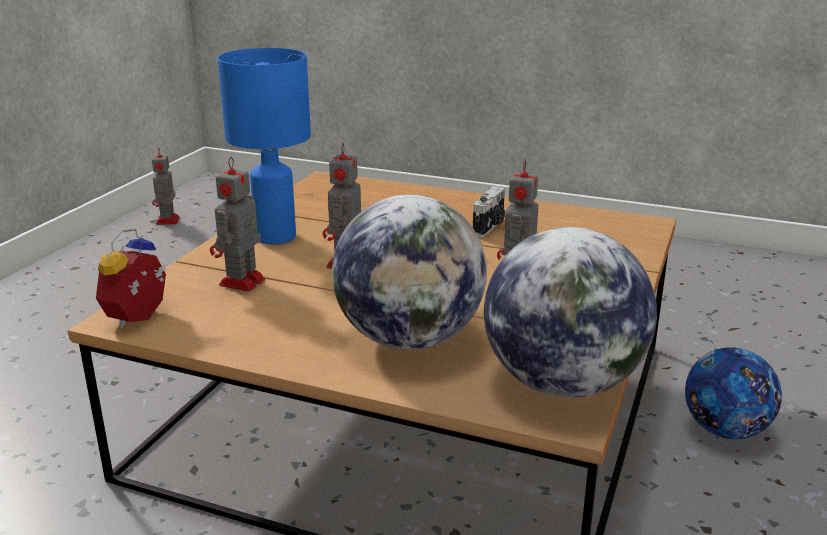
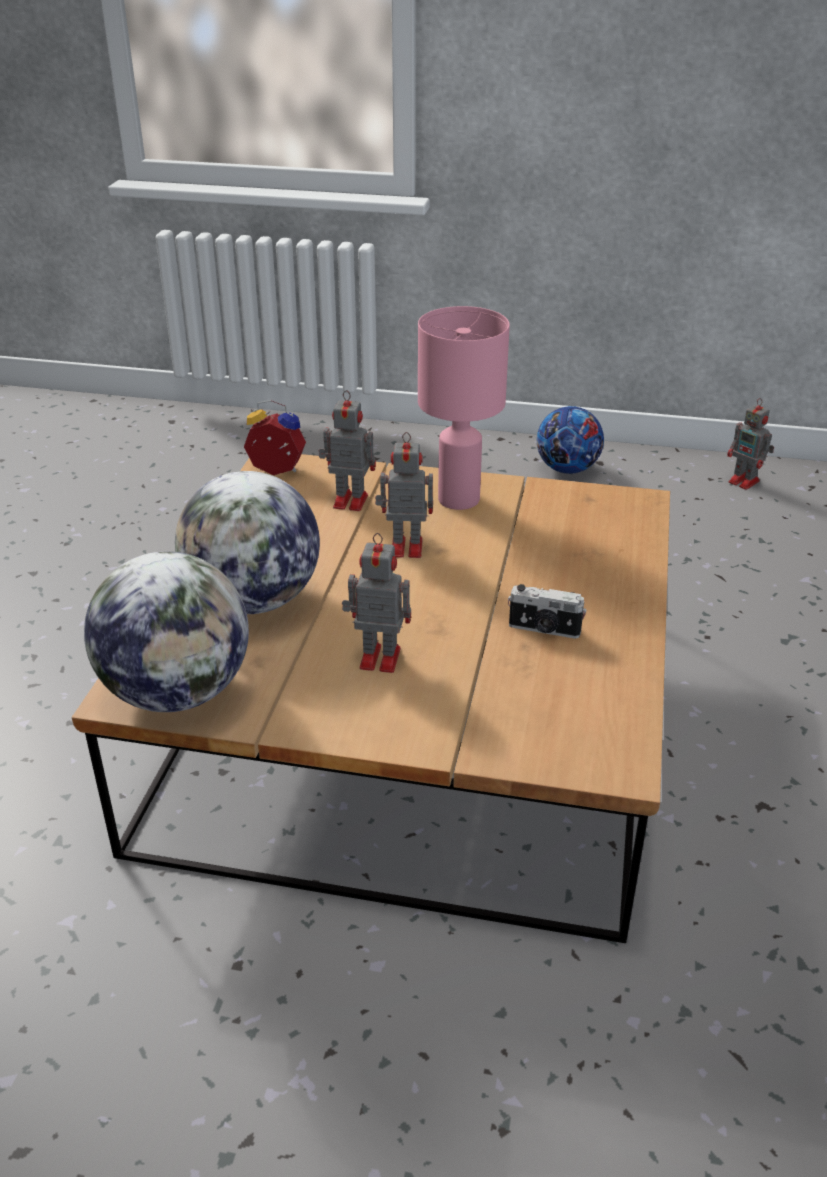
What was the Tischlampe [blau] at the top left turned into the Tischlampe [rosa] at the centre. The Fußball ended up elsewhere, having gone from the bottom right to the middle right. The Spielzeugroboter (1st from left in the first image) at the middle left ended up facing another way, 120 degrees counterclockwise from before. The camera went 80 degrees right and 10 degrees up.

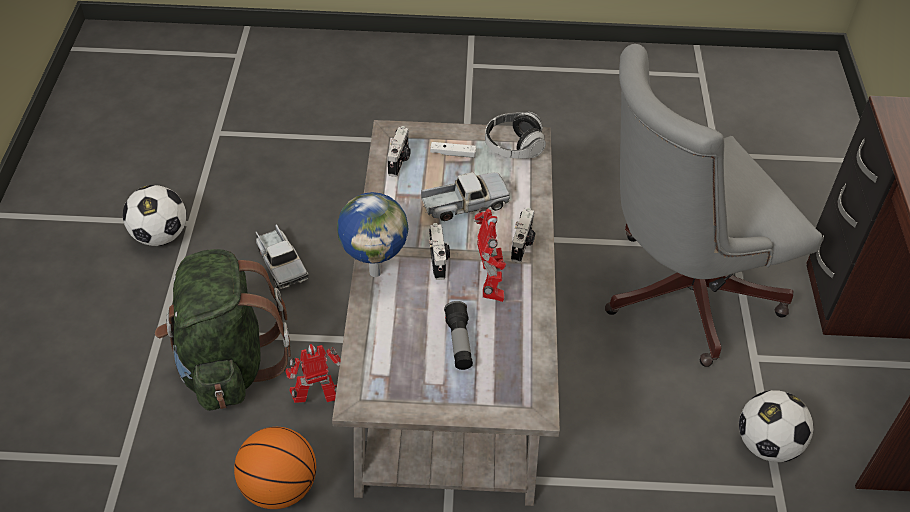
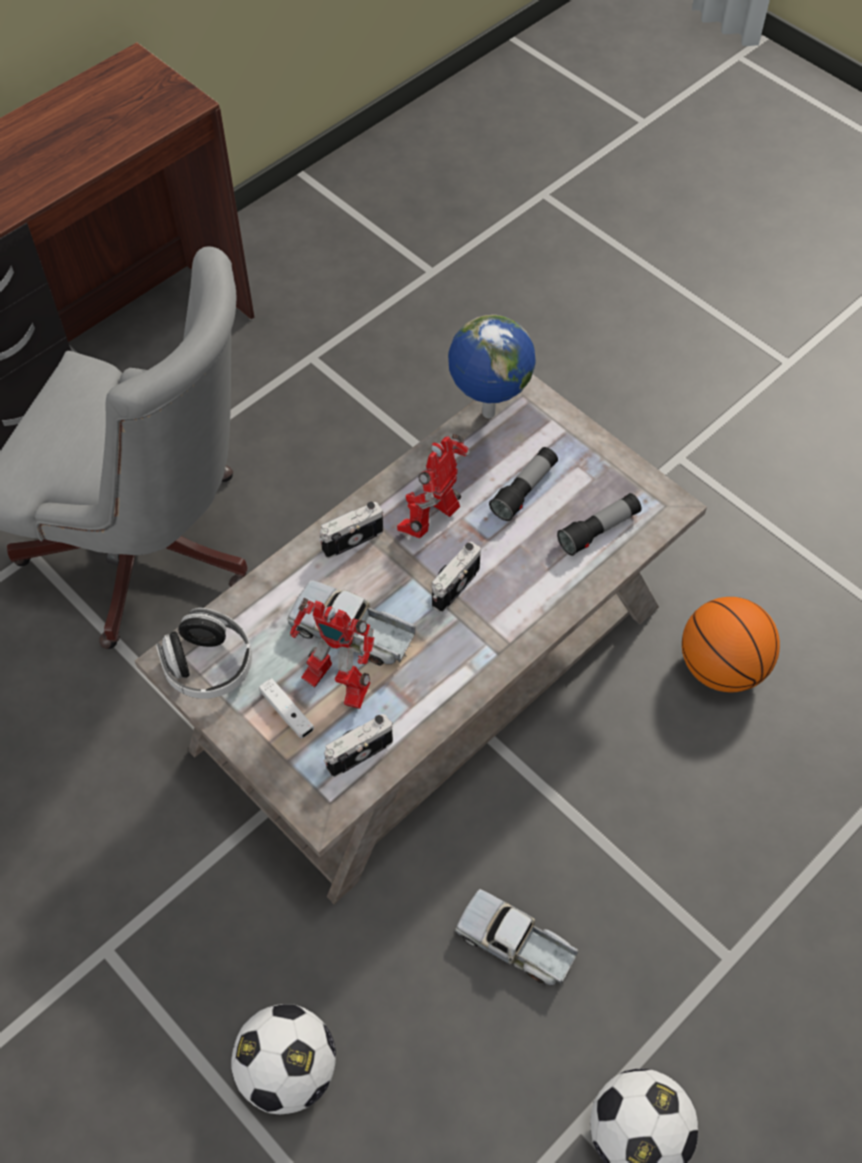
The Fußball (2nd from left in the first image) ended up elsewhere, having gone from the bottom right to the bottom left. The Spielzeugroboter (1st from left) ended up elsewhere, having gone from the bottom centre to the centre. The Globus ended up elsewhere, having gone from the centre to the top centre. The Spielzeuglaster (1st from left in the first image) at the middle left ended up facing another way, 75 degrees counterclockwise from before. The second view gained the Taschenlampe (2nd from left) at the middle right. The second view lost the Rucksack [grün] at the middle left. The camera went 135 degrees left and 10 degrees up.

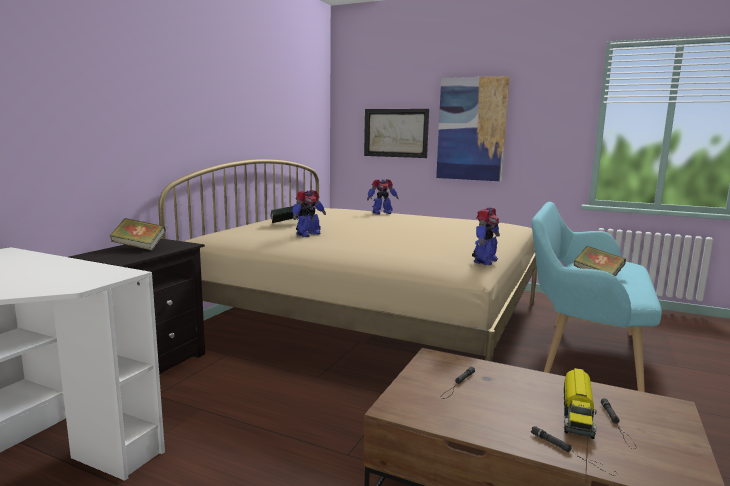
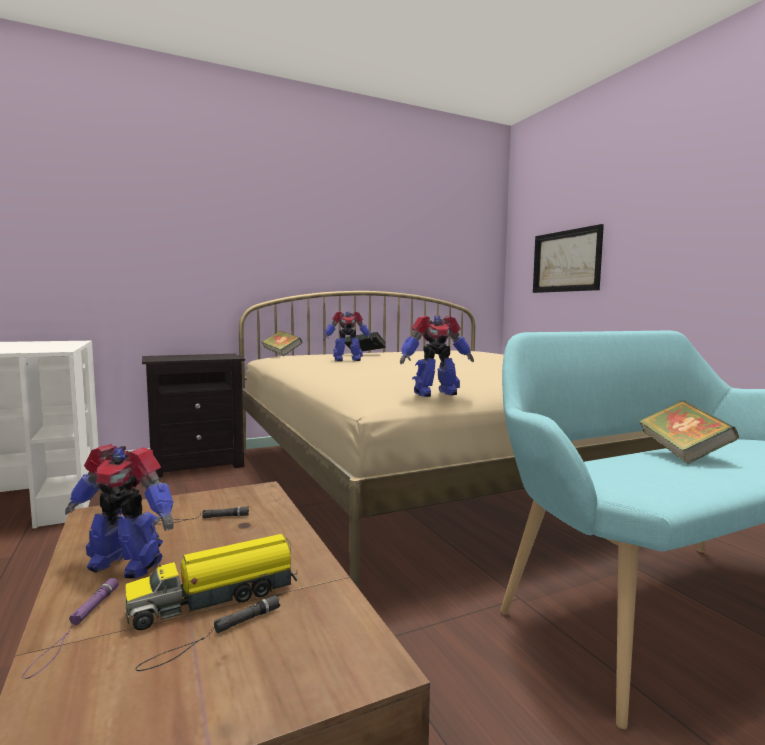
What was the Taschenlampe [schwarz] (2nd from left) at the bottom right turned into the Taschenlampe [lila] at the bottom left. The Spielzeugroboter (2nd from left in the first image) ended up elsewhere, having gone from the centre to the bottom left. The Buch (1st from left) ended up elsewhere, having gone from the middle left to the centre. The second view lost the Bild (2nd from left) at the top centre. The camera went 40 degrees right and 5 degrees down.

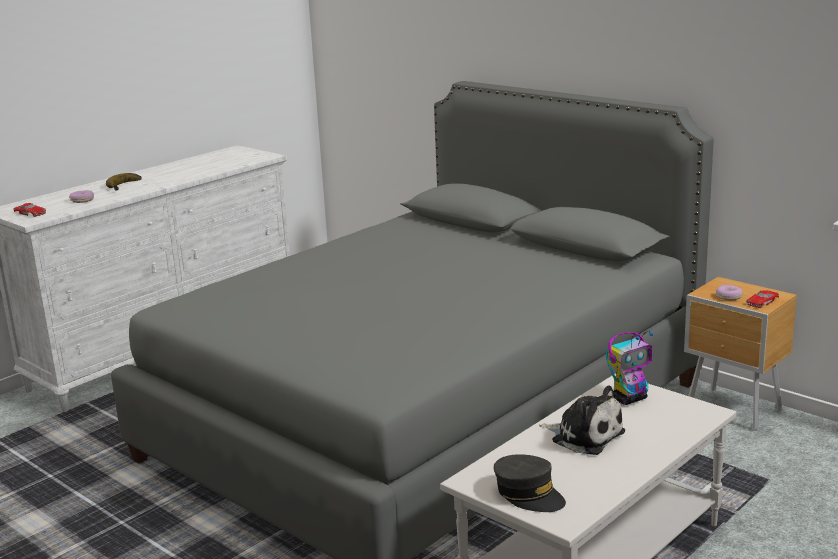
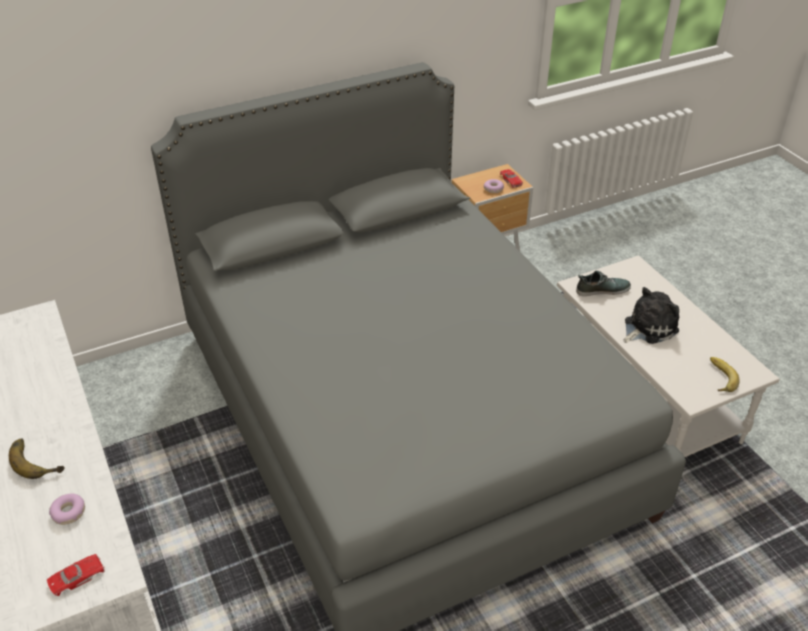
Where the Spielzeugroboter stood at the middle right, the Schuh came to stand at the middle right. Where the Kappe [grau] stood at the bottom centre, the Banane (2nd from left) came to stand at the middle right. The camera went 70 degrees left and 20 degrees up.

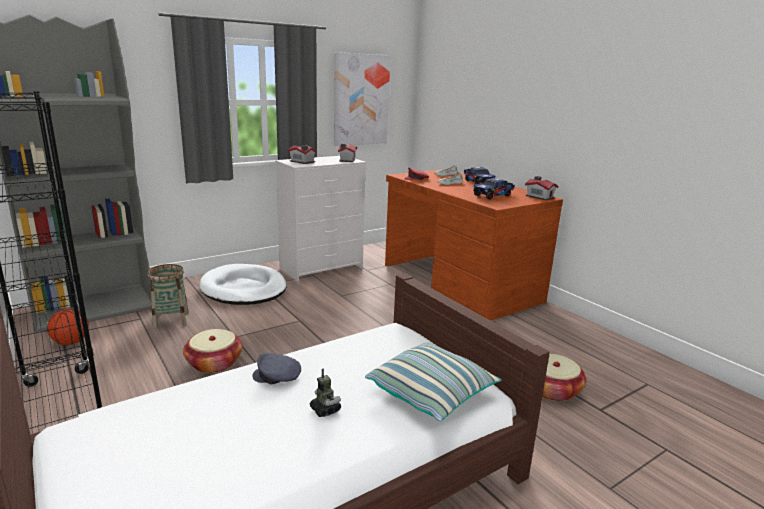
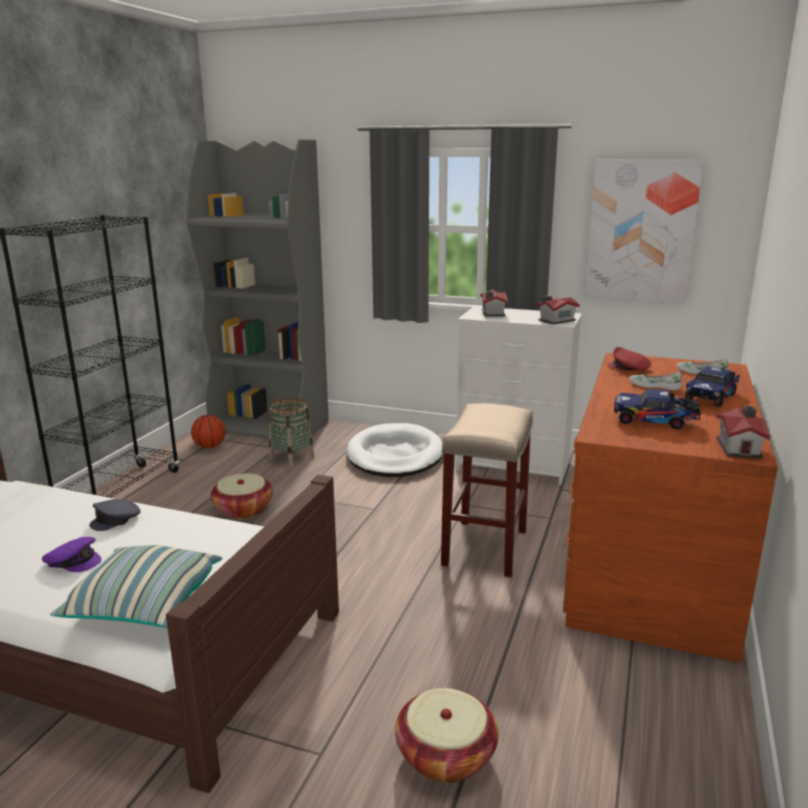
Where the Spielzeugroboter stood at the bottom centre, the Kappe [lila] came to stand at the bottom left. The Kappe [grau] at the bottom centre ended up facing another way, 105 degrees counterclockwise from before. The second view gained the Hocker [beige] at the centre. The camera went 55 degrees right and 0 degrees up.

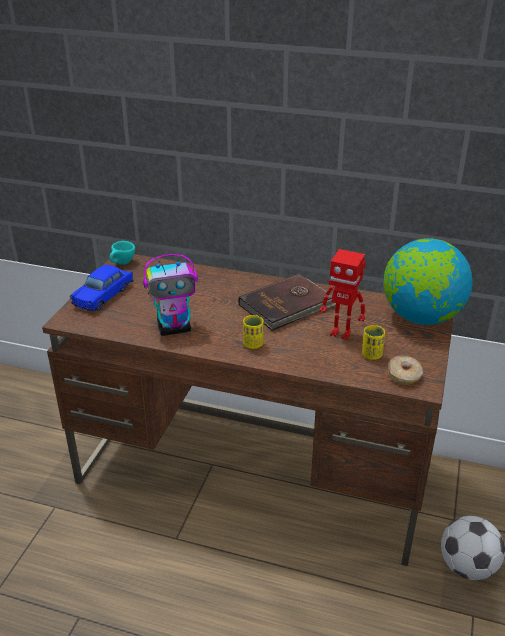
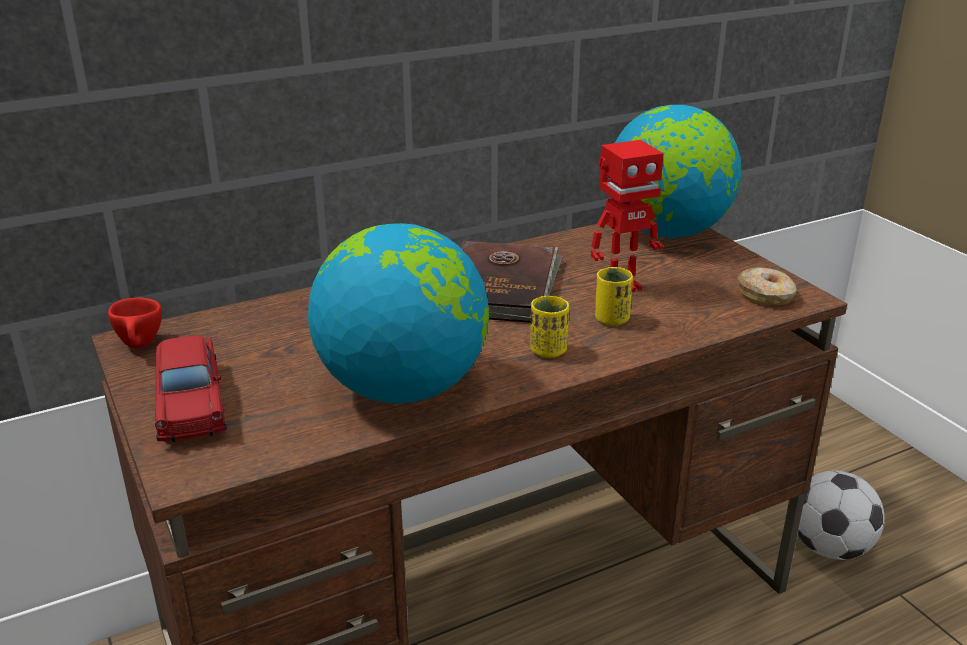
What was the Tasse [türkis] at the middle left turned into the Tasse [rot] at the middle left. What was the Spielzeugauto [blau] at the middle left turned into the Spielzeugauto [rot] at the middle left. Where the Spielzeugroboter (1st from left) stood at the centre, the Globus (1st from left) came to stand at the centre. The Tasse [gelb] (2nd from left) ended up elsewhere, having gone from the middle right to the centre. The camera went 45 degrees left and 5 degrees down.

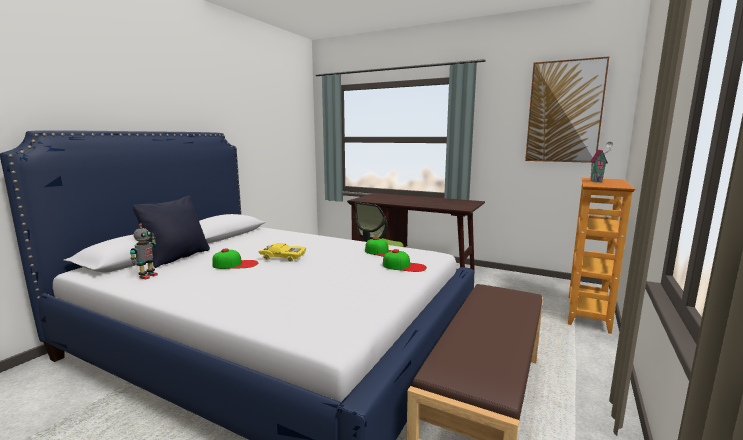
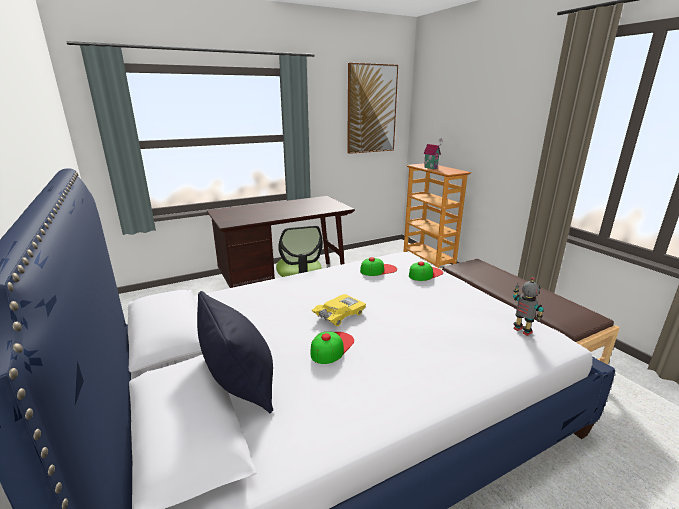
The Spielzeugroboter ended up elsewhere, having gone from the middle left to the middle right. The camera went 55 degrees left and 10 degrees up.

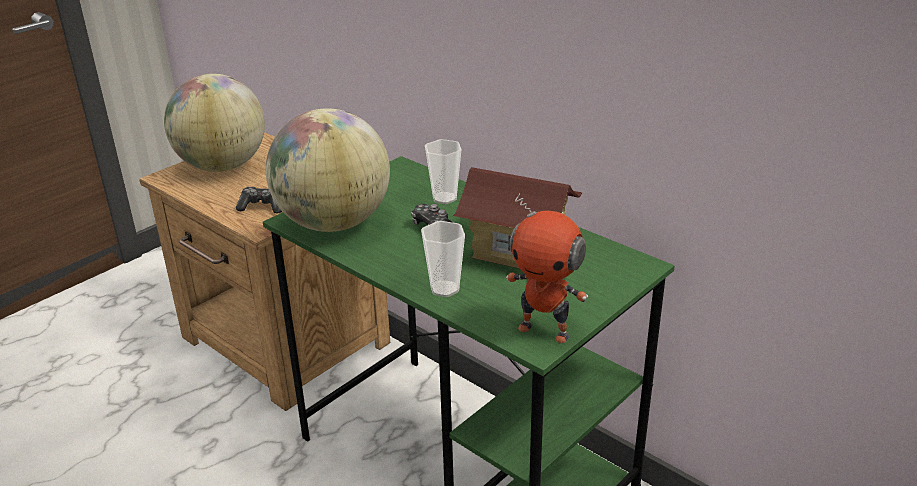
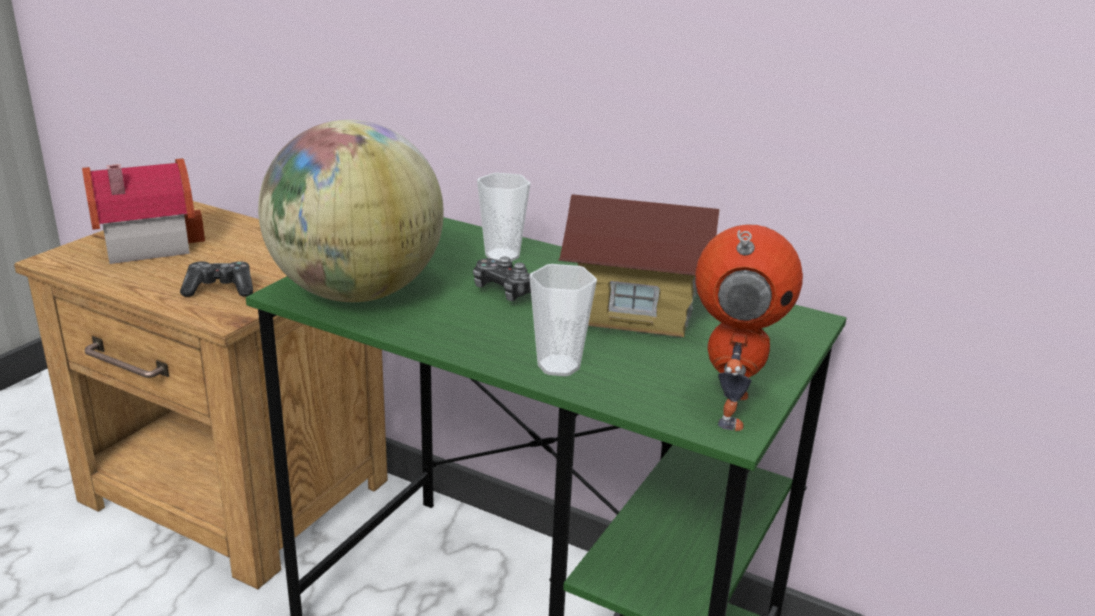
Where the Globus (1st from left) stood at the top left, the Spielzeughaus (1st from left) came to stand at the middle left. The Spielzeugroboter at the centre ended up facing another way, 90 degrees counterclockwise from before. The camera went 15 degrees left and 5 degrees down.

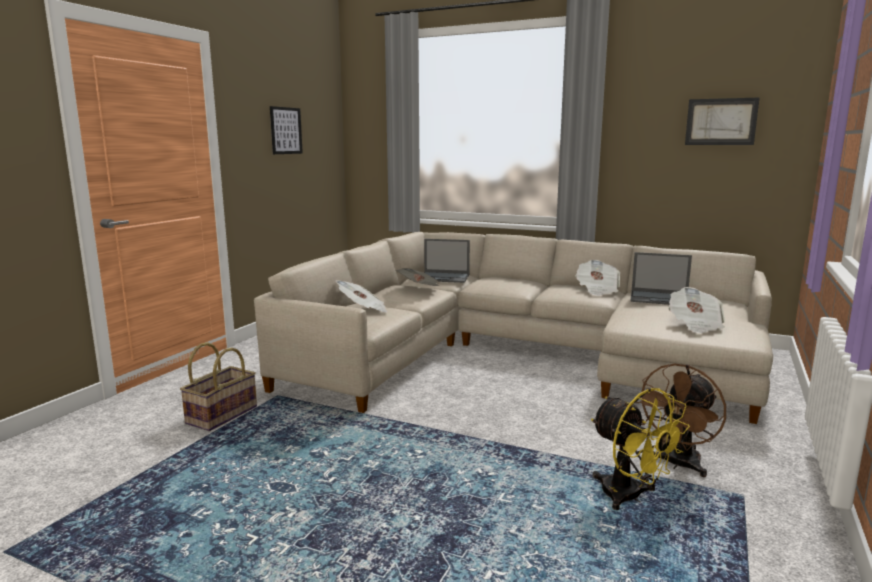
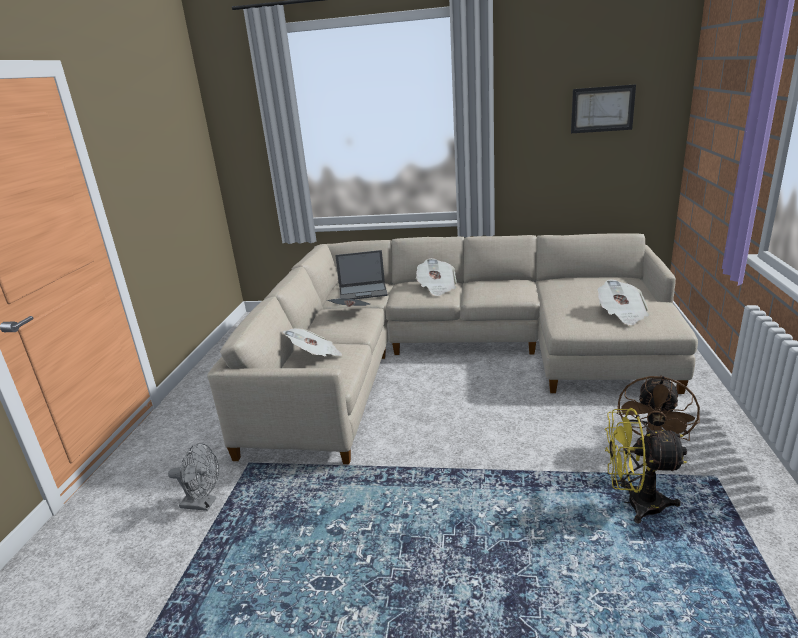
Where the Korb stood at the middle left, the Ventilator [grau] came to stand at the bottom left. The Zeitung (3rd from left) ended up elsewhere, having gone from the middle right to the centre. The Ventilator [gelb] at the bottom right ended up facing another way, 150 degrees clockwise from before. The second view lost the Bild (1st from left) at the top left. The second view lost the Laptop (2nd from left) at the middle right. The camera went 15 degrees left and 10 degrees up.

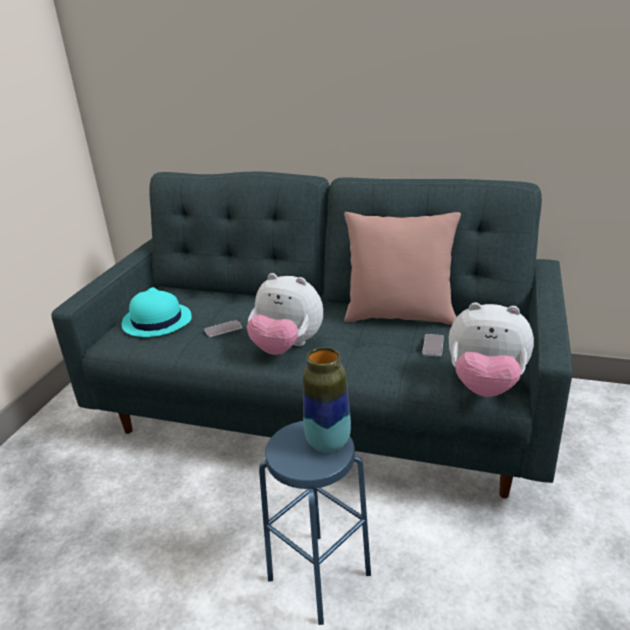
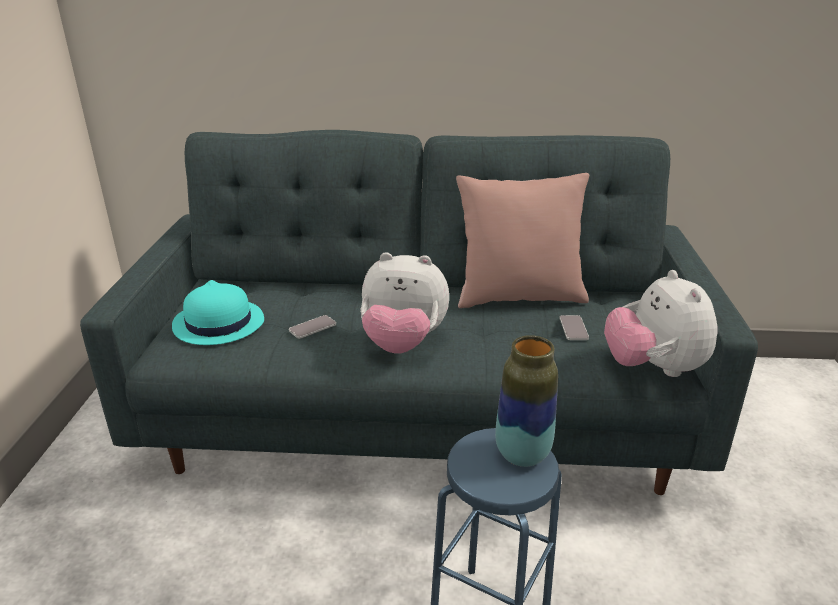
The Plüschtier (2nd from left) at the middle right ended up facing another way, 75 degrees clockwise from before. The camera went 15 degrees left and 0 degrees up.

